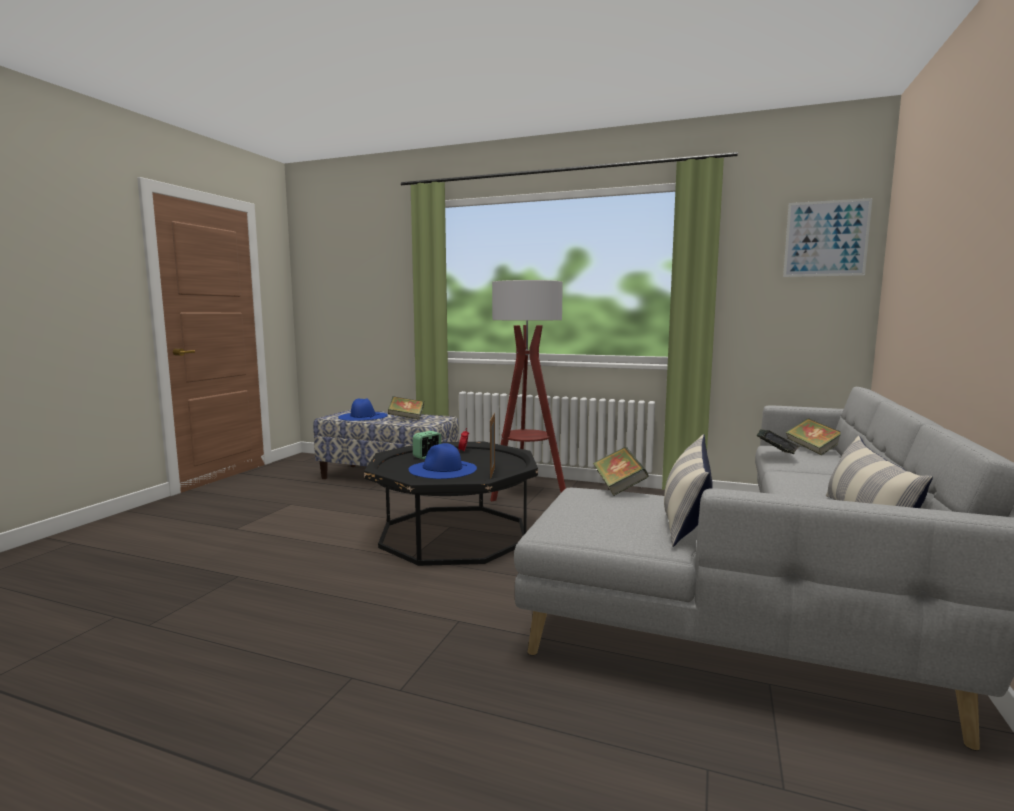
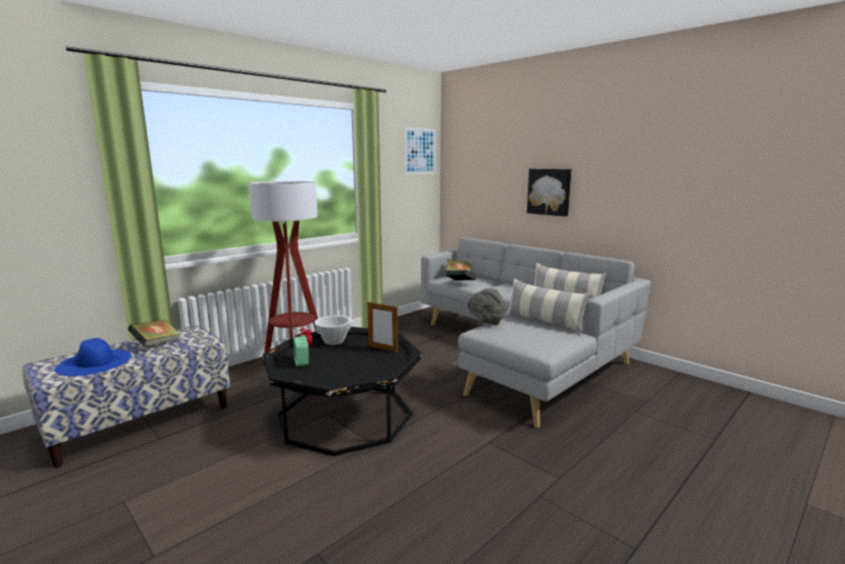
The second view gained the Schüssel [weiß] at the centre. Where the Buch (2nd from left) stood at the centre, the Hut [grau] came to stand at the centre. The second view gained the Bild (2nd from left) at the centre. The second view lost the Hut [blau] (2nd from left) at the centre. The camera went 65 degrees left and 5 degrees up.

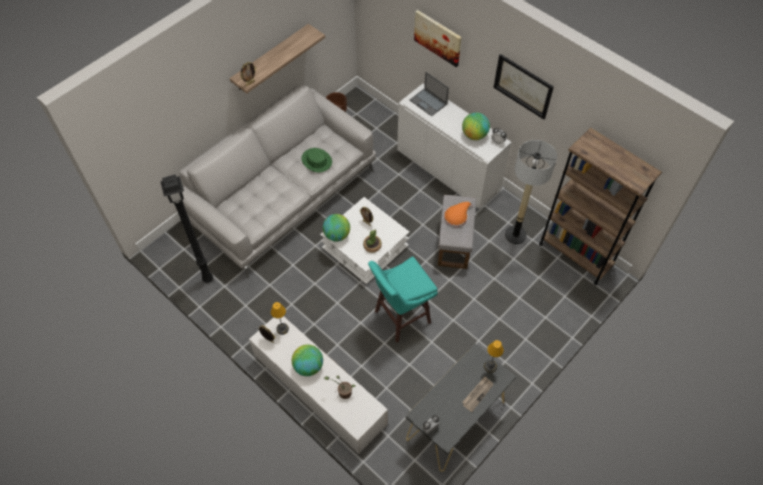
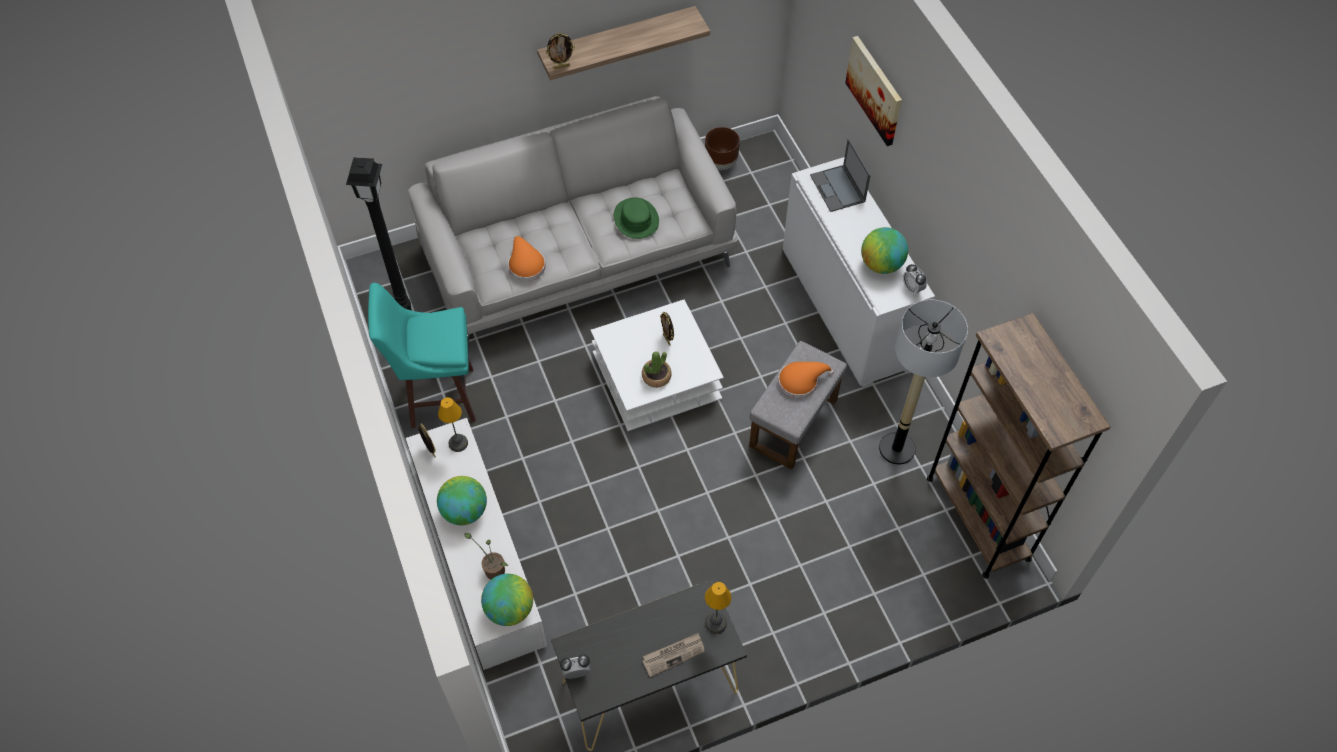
The Hocker [türkis] ended up elsewhere, having gone from the centre to the middle left. The Globus (2nd from left) ended up elsewhere, having gone from the centre to the bottom centre. The second view gained the Hut [orange] (1st from left) at the centre. The second view lost the Bild (2nd from left) at the top right. The camera went 25 degrees right and 0 degrees up.

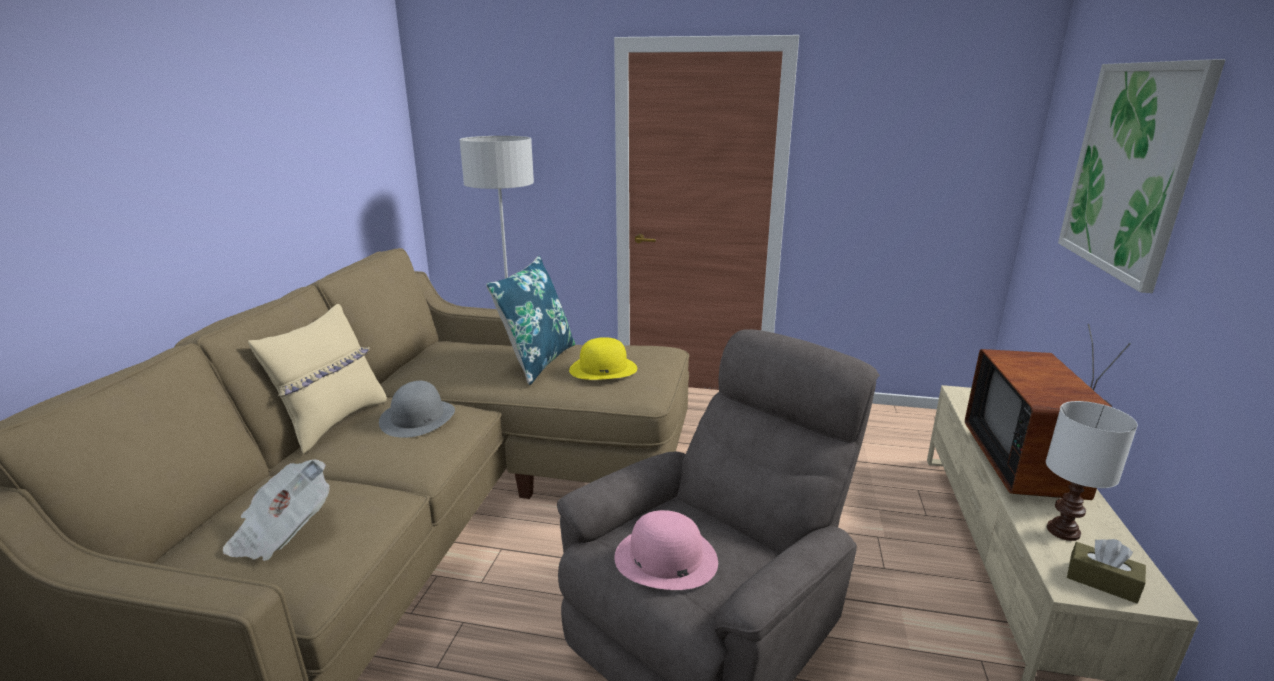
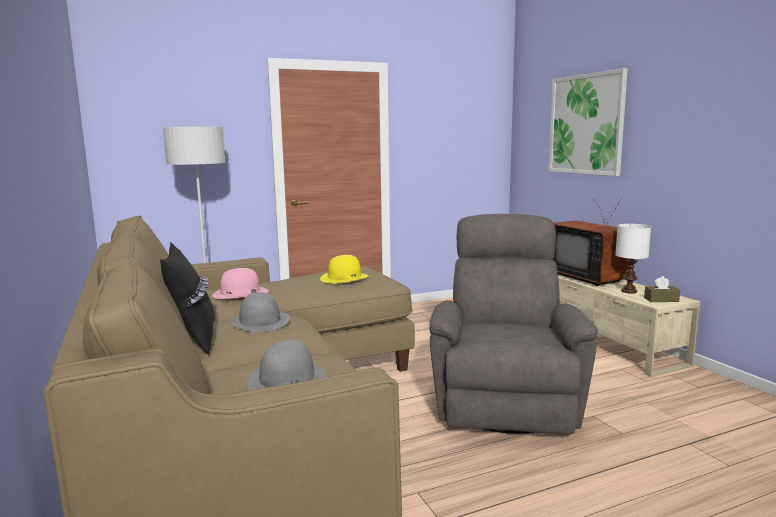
What was the Kissen [beige] at the middle left turned into the Kissen [schwarz] at the middle left. The Hut [rosa] ended up elsewhere, having gone from the bottom centre to the middle left. Where the Zeitung stood at the bottom left, the Hut [grau] (2nd from left) came to stand at the bottom centre. The second view lost the Kissen [blau] at the centre. The camera went 35 degrees left and 10 degrees down.

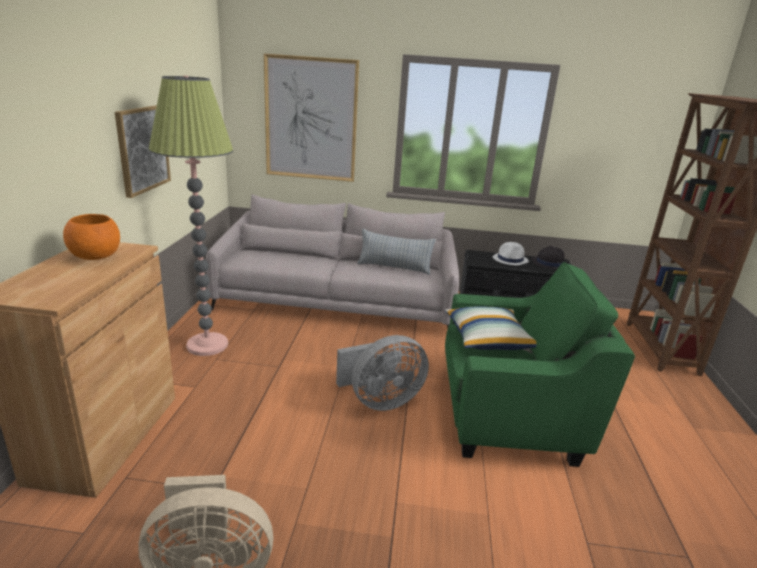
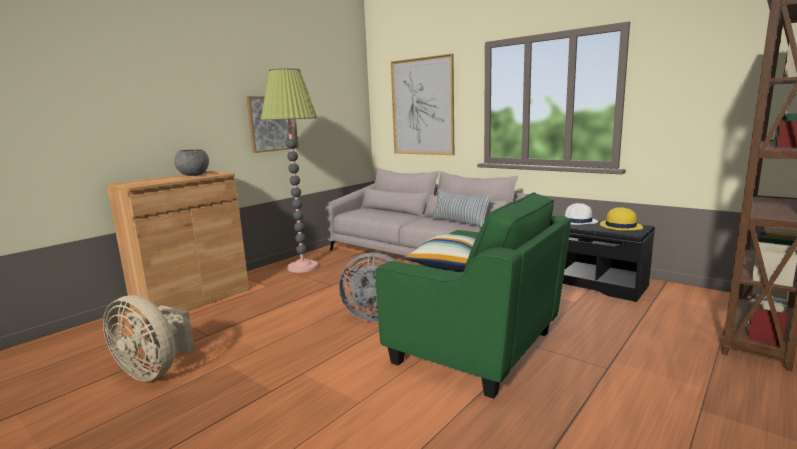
What was the Schüssel [orange] at the middle left turned into the Schüssel [grau] at the middle left. What was the Hut [schwarz] at the middle right turned into the Hut [gelb] at the middle right. The camera went 35 degrees right and 10 degrees down.

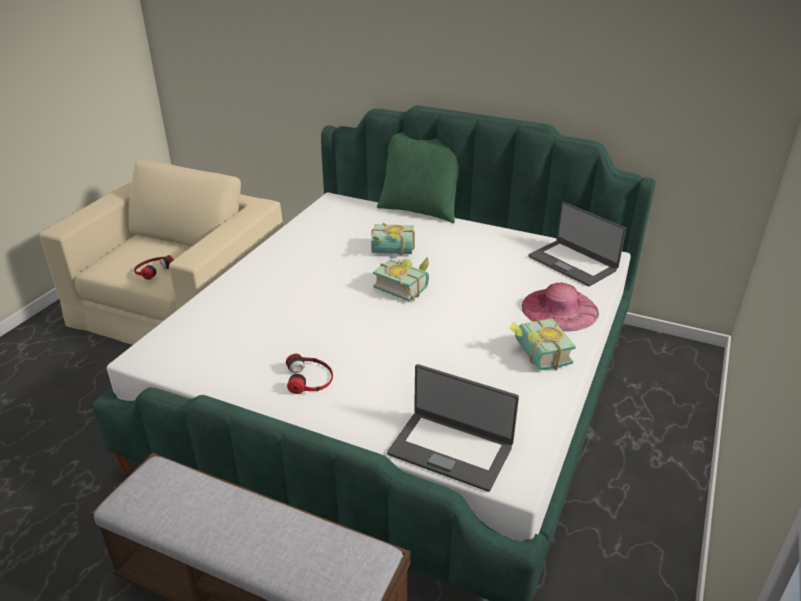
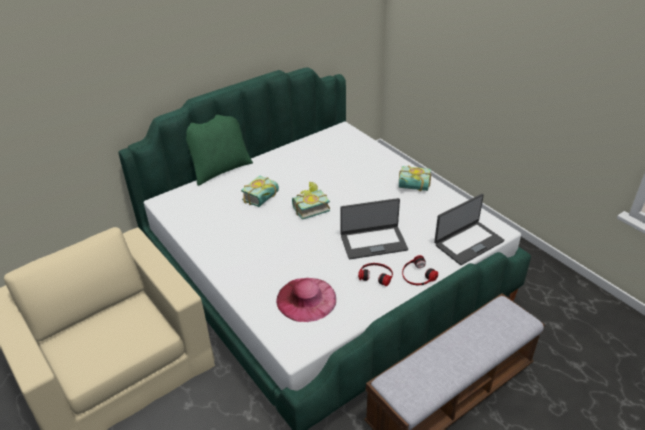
The Hut [rosa] ended up elsewhere, having gone from the middle right to the bottom centre. The Laptop (2nd from left in the first image) ended up elsewhere, having gone from the middle right to the centre. The Kopfhörer (1st from left in the first image) ended up elsewhere, having gone from the middle left to the centre. The camera went 60 degrees left and 5 degrees up.

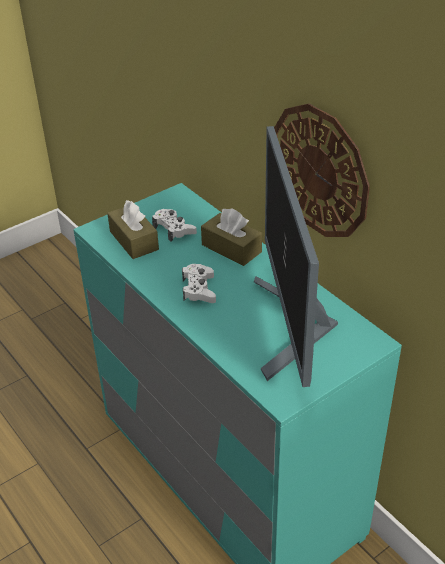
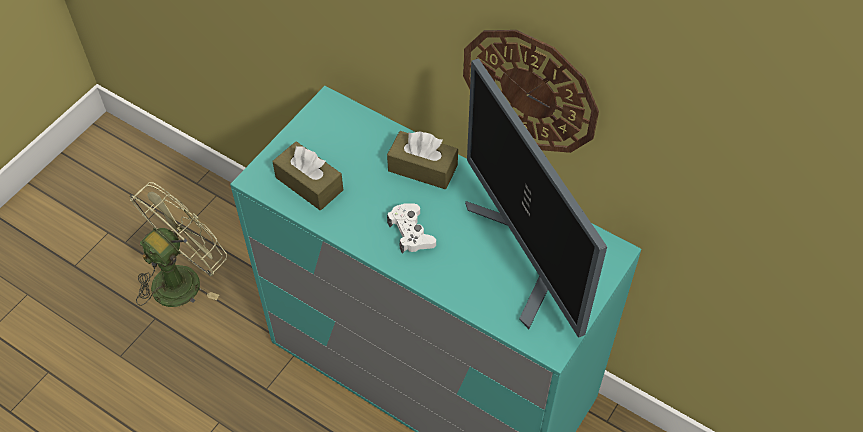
The second view gained the Ventilator [grün] at the middle left. The second view lost the Gamepad [weiß] (1st from left) at the centre. The camera went 20 degrees left and 15 degrees up.

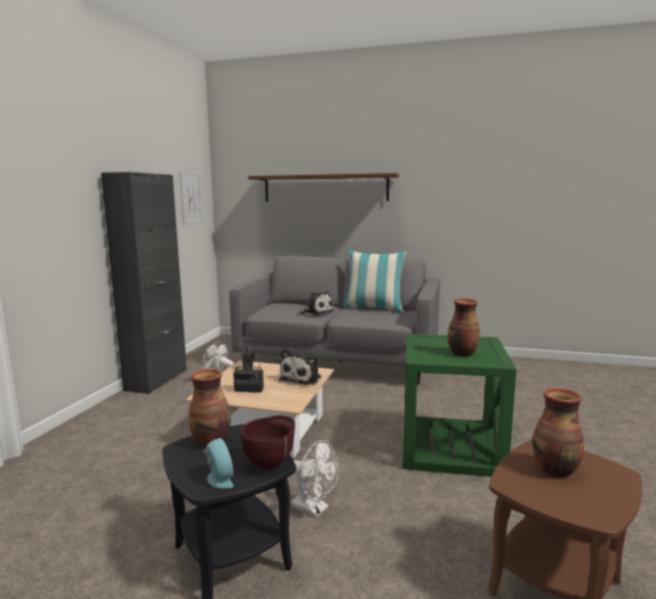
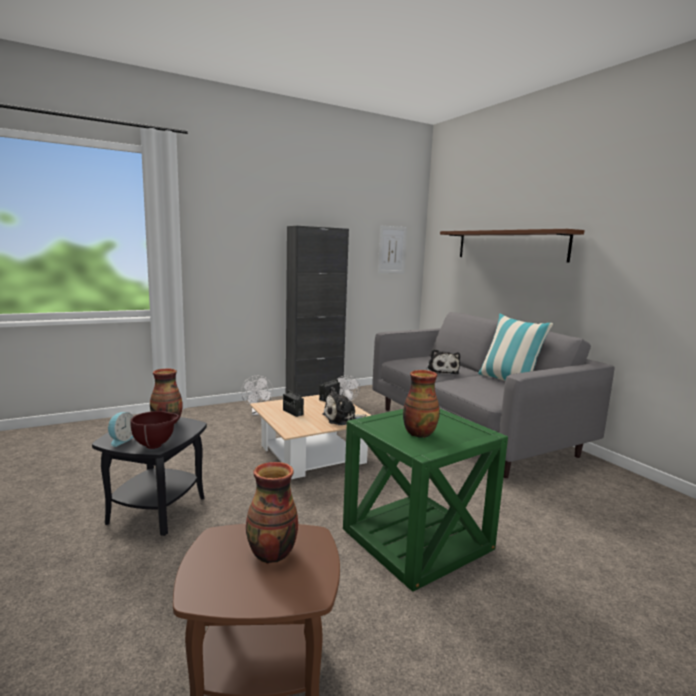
The Ventilator [weiß] (2nd from left in the first image) ended up elsewhere, having gone from the bottom centre to the centre. The camera went 45 degrees right and 0 degrees up.

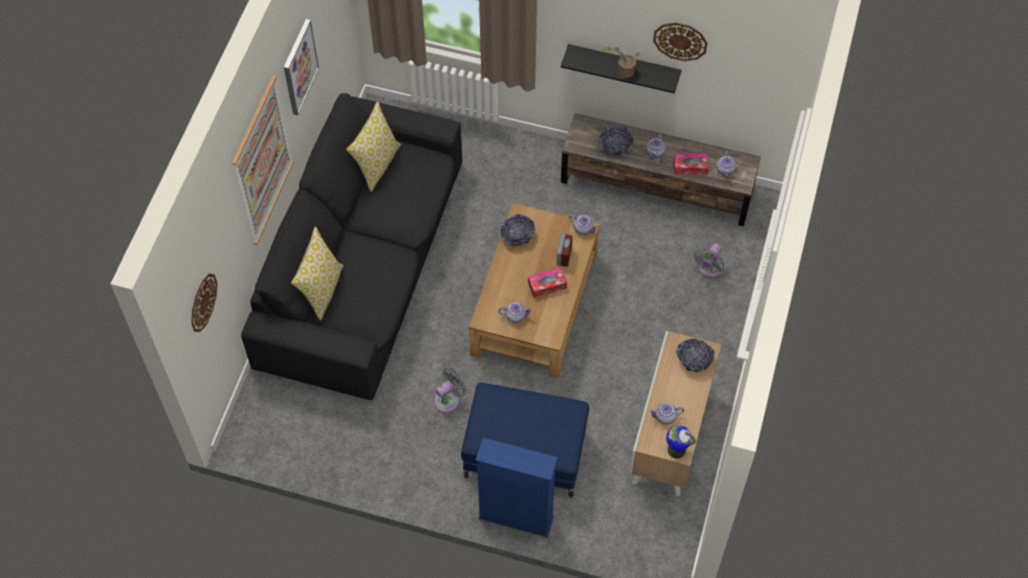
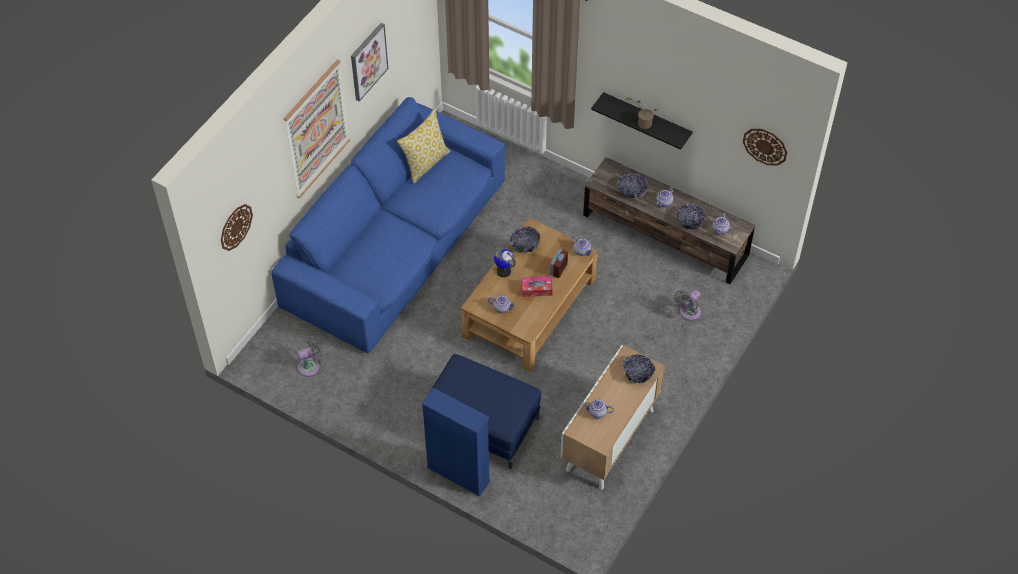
What was the Sofa [schwarz] at the centre turned into the Sofa [blau] at the centre. The Ventilator [grau] (1st from left) ended up elsewhere, having gone from the bottom centre to the middle left. The Globus ended up elsewhere, having gone from the bottom centre to the centre. Where the Taschentuchbox (2nd from left) stood at the top right, the Schüssel (4th from left) came to stand at the middle right. The Wanduhr (2nd from left) ended up elsewhere, having gone from the top centre to the top right. The second view lost the Kissen (1st from left) at the middle left. The camera went 15 degrees right and 5 degrees down.

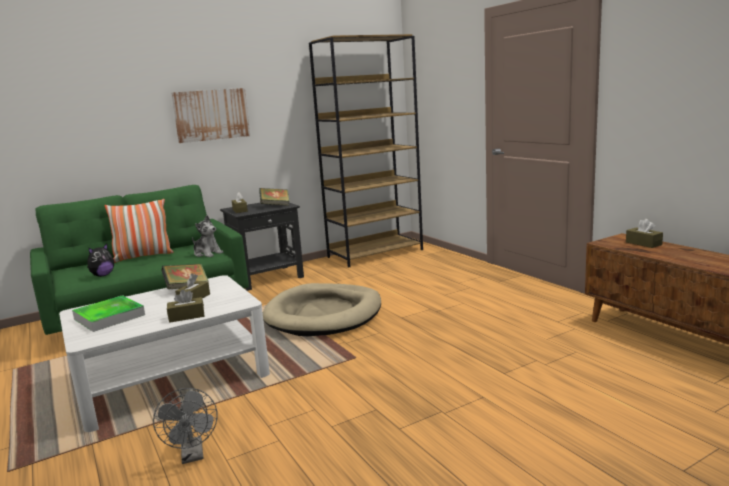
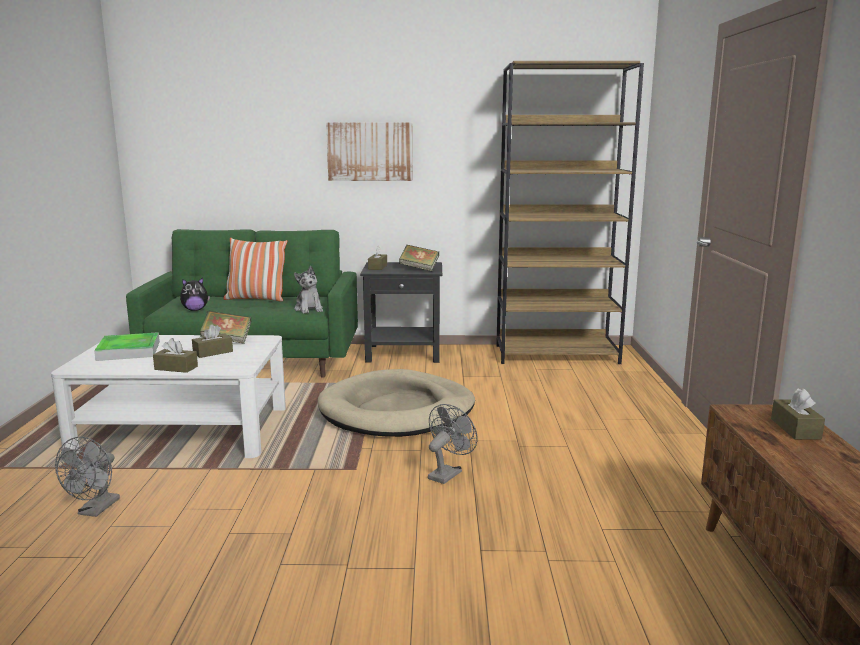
The second view gained the Ventilator [grau] (2nd from left) at the bottom centre. The camera went 30 degrees right and 0 degrees up.

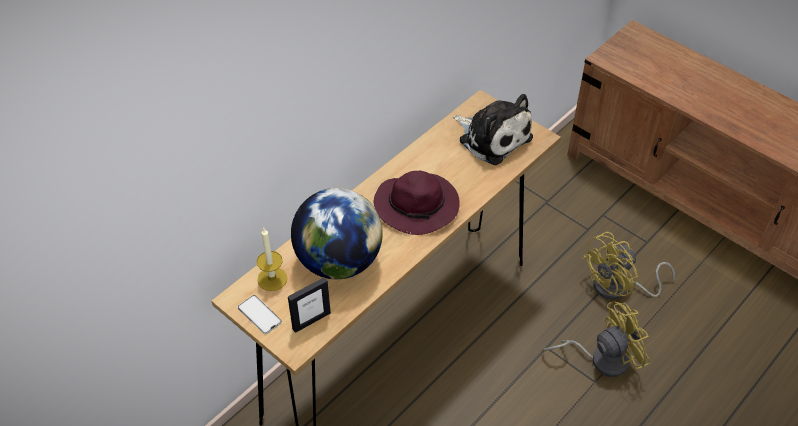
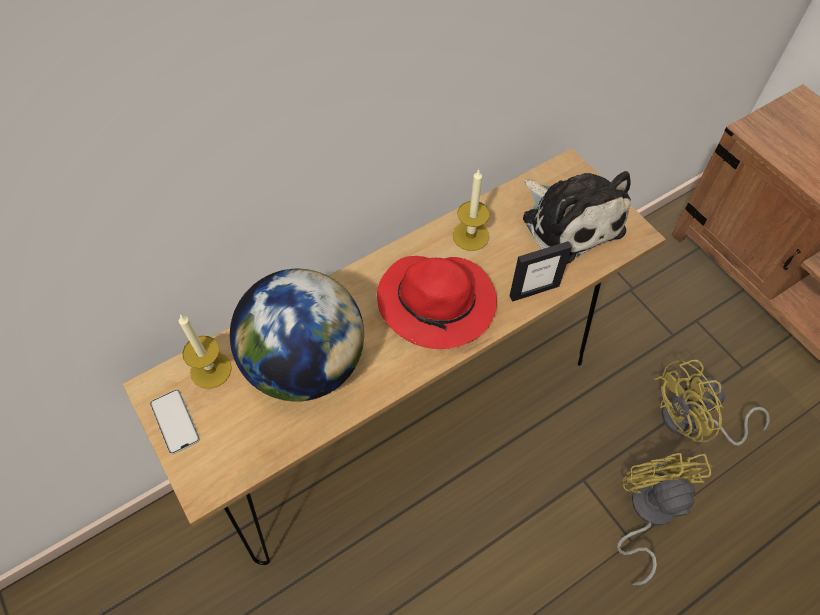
What was the Hut [lila] at the centre turned into the Hut [rot] at the centre. The second view gained the Kerze (2nd from left) at the centre. The Bilderrahmen ended up elsewhere, having gone from the bottom centre to the centre. The Ventilator [gelb] (1st from left) at the bottom right ended up facing another way, 90 degrees counterclockwise from before. The camera went 15 degrees right and 10 degrees up.

